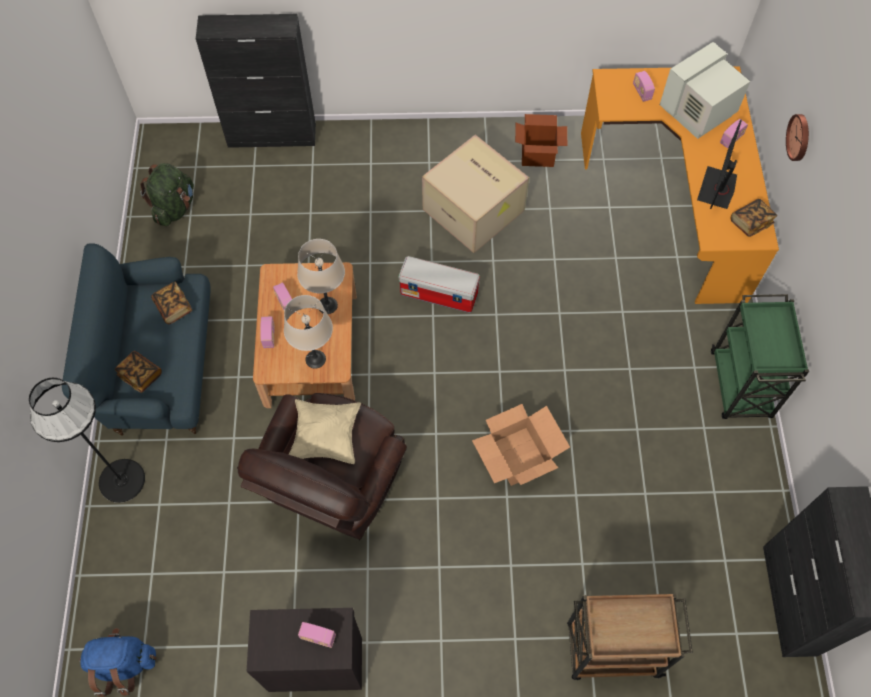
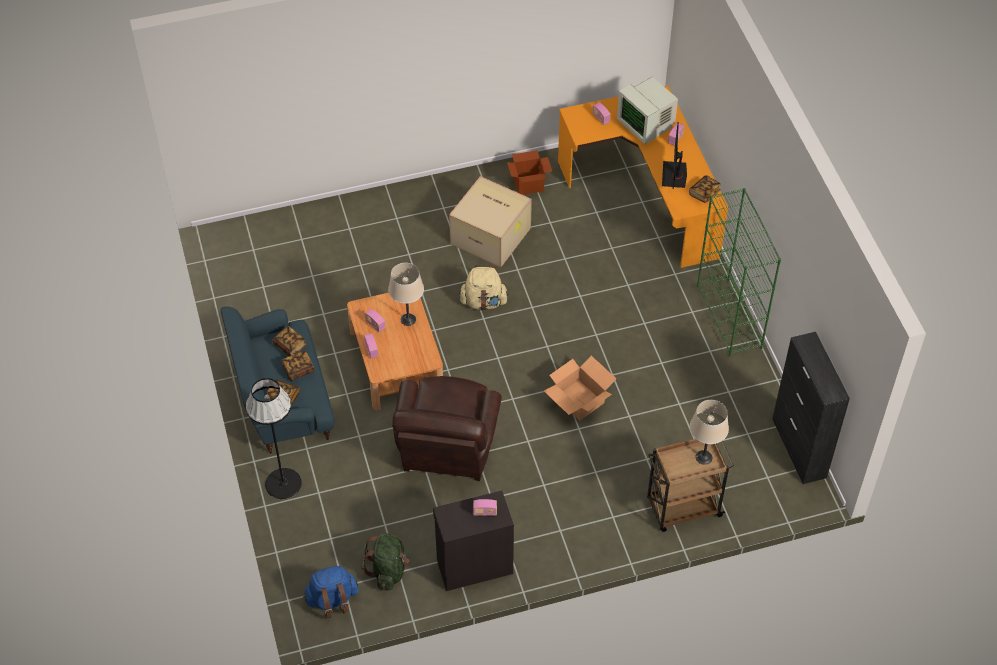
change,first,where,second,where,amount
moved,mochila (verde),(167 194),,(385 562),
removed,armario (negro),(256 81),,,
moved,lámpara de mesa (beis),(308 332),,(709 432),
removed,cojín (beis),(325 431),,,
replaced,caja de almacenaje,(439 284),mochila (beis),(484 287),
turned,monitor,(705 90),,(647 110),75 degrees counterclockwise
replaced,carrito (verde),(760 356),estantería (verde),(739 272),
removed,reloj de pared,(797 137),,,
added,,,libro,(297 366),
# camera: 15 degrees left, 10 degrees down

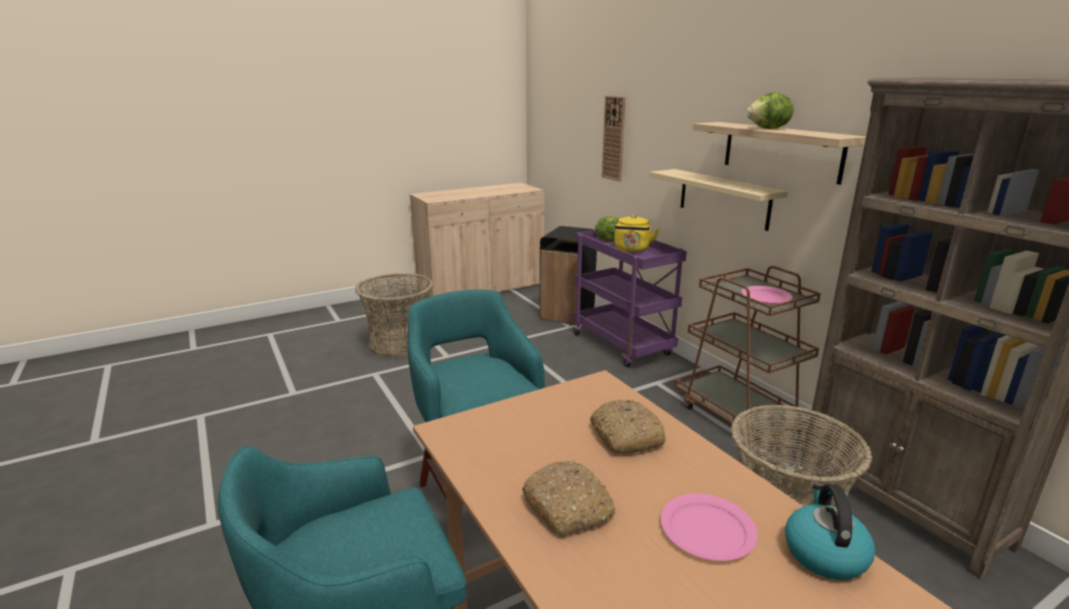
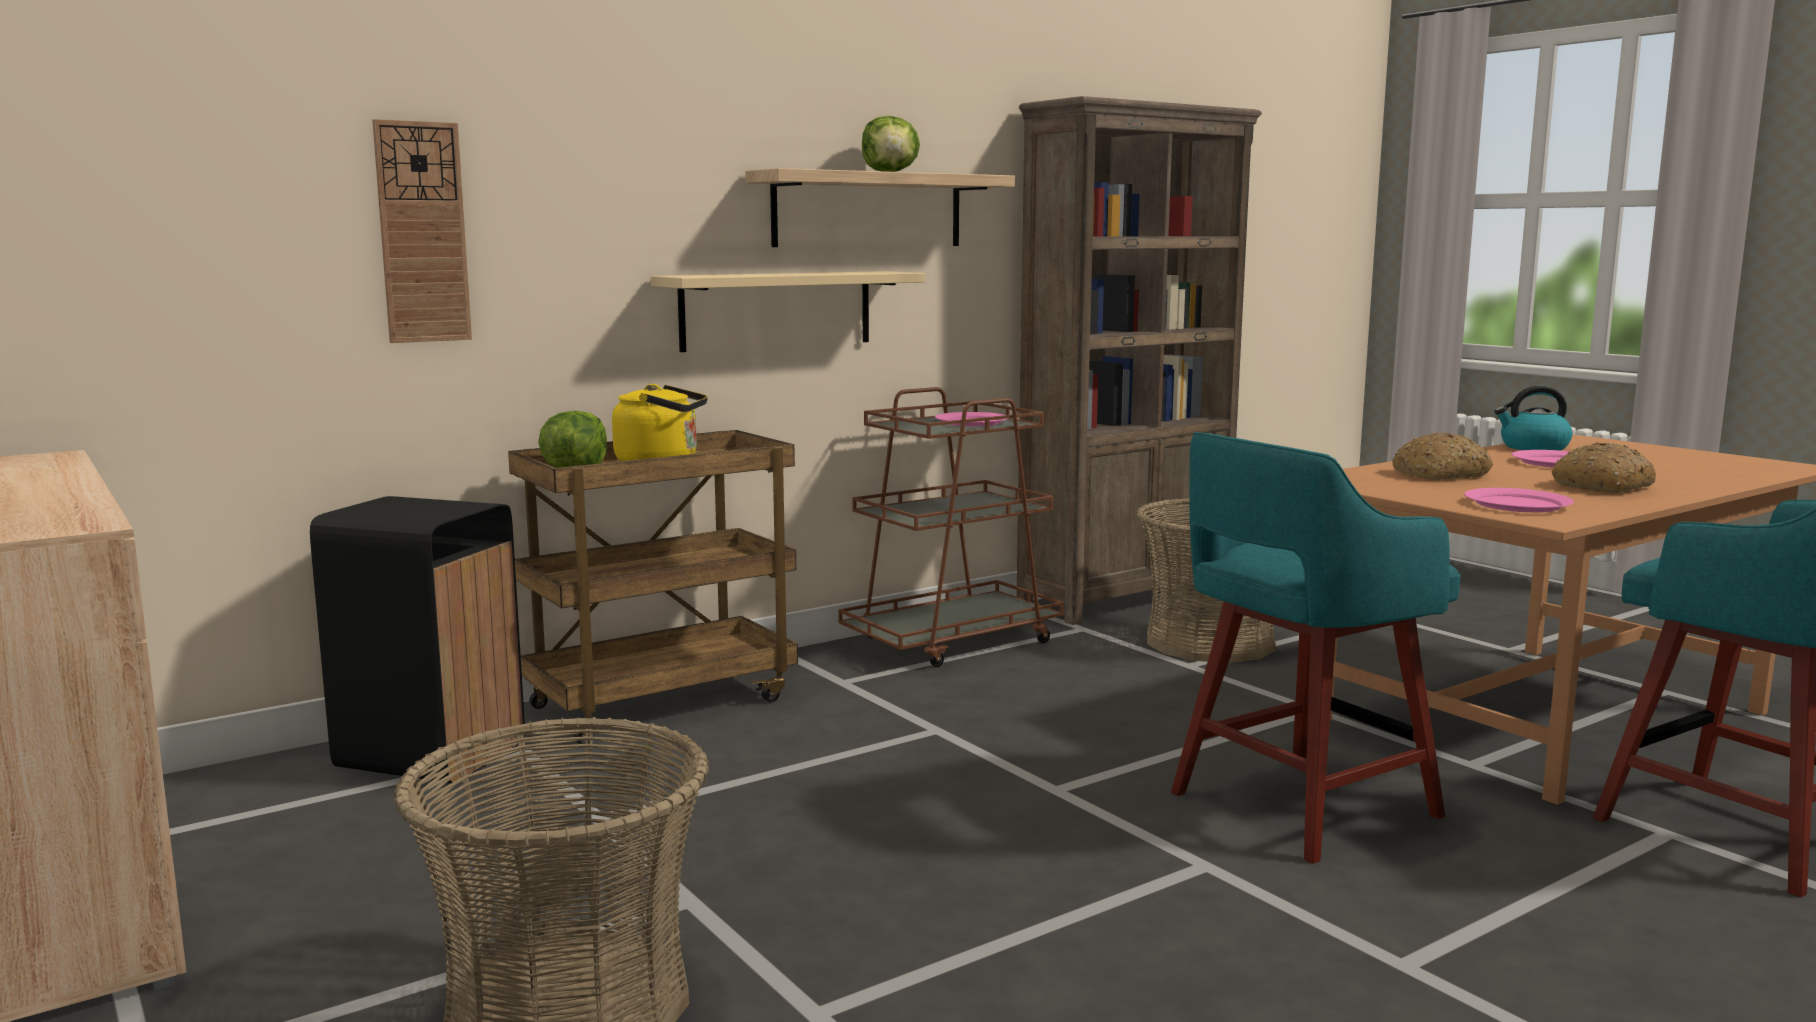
change,first,where,second,where,amount
recoloured,carrito (morado),(630 298),carrito (marrón),(653 587),
added,,,plato (rosa),(1519 500),
# camera: 95 degrees left, 10 degrees down

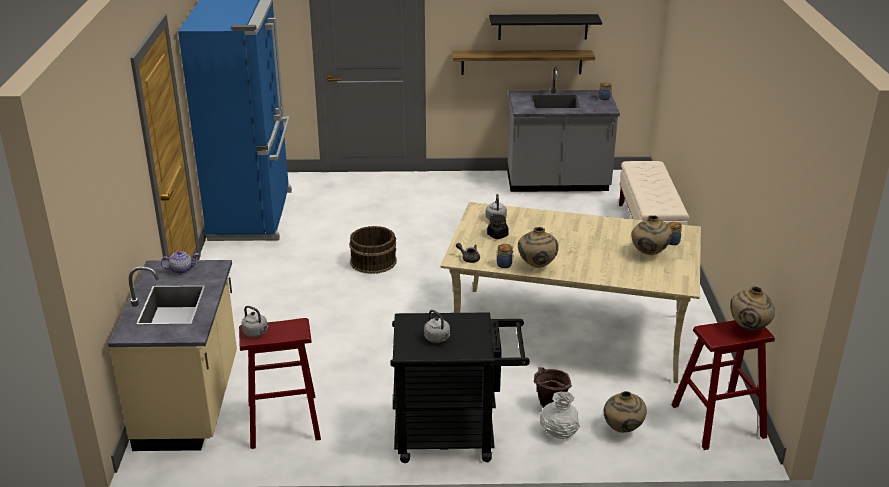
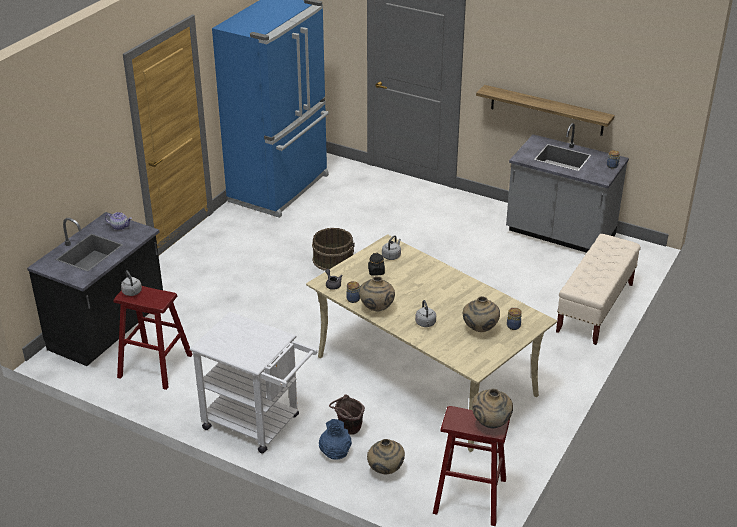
change,first,where,second,where,amount
recoloured,mueble bajo de cocina (beis),(172 355),mueble bajo de cocina (negro),(95 289),
recoloured,carrito (negro),(460 388),carrito (blanco),(253 382),
moved,hervidor (gris),(437 326),,(425 313),
removed,estante (negro),(545 27),,,
recoloured,florero (blanco),(560 415),florero (azul),(335 439),
# camera: 30 degrees right, 5 degrees up

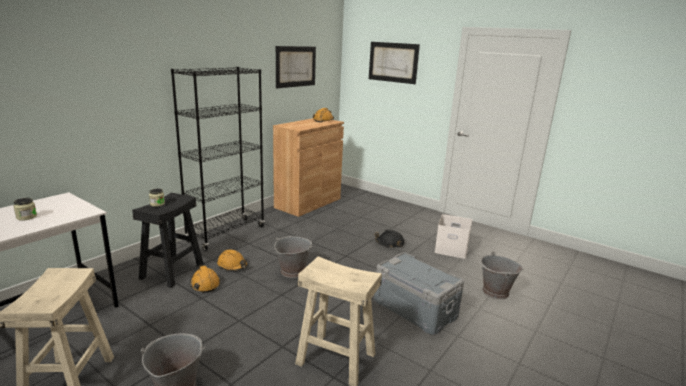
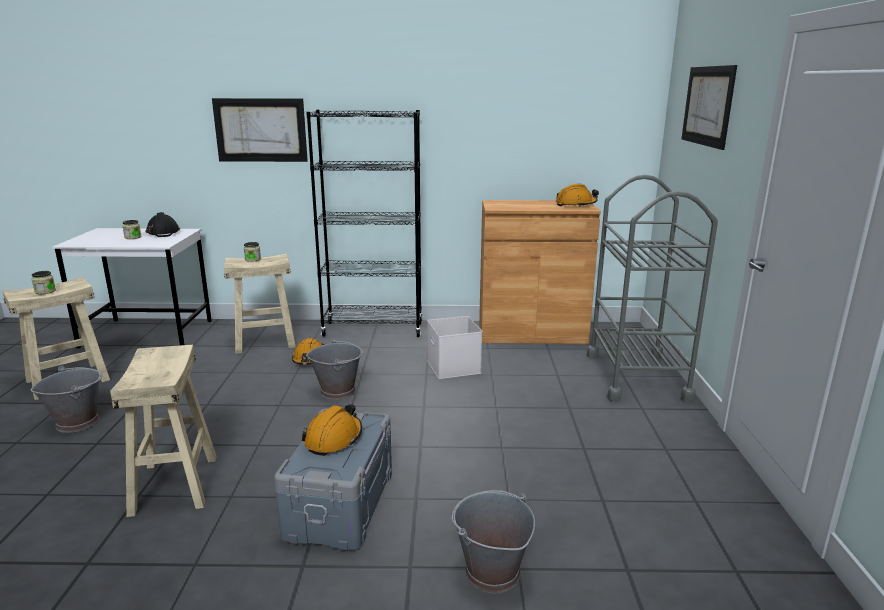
change,first,where,second,where,amount
recoloured,taburete (negro),(168 240),taburete (beis),(260 303),
moved,casco (naranja),(205 279),,(332 430),
moved,cuadro,(296 67),,(260 130),
moved,casco (negro),(389 239),,(162 224),
moved,caja de almacenaje (blanco),(453 236),,(455 347),
added,,,tarro,(43 282),
added,,,carrito (gris),(652 288),
# camera: 55 degrees right, 0 degrees up

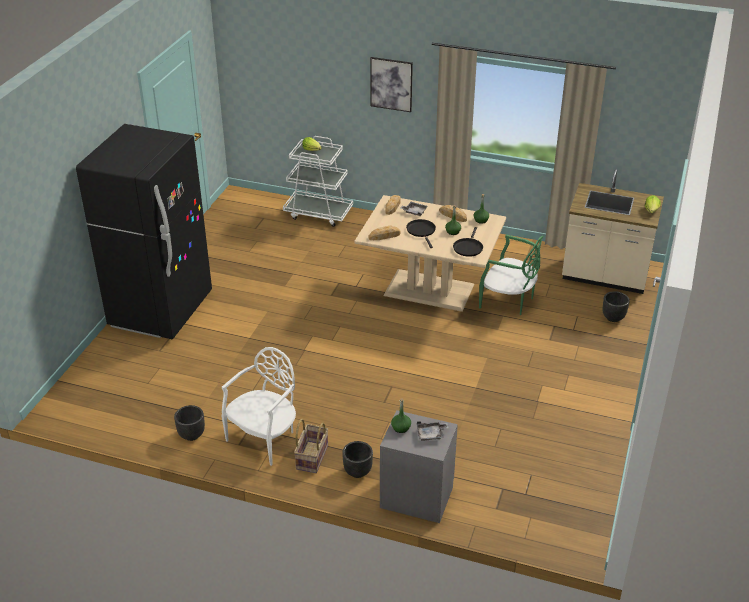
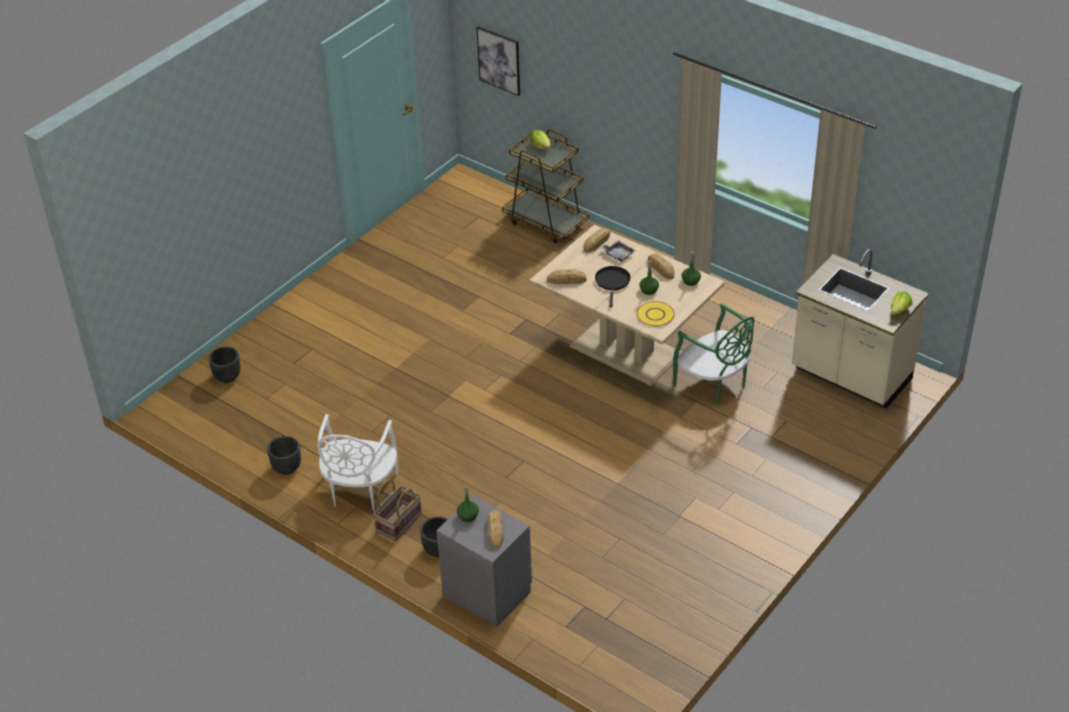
change,first,where,second,where,amount
removed,nevera (negro),(144 231),,,
turned,silla (blanco),(259 406),,(357 462),135 degrees clockwise
recoloured,carrito (blanco),(318 181),carrito (marrón),(545 186),
moved,cuadro,(391 84),,(498 61),
replaced,bandeja (gris),(433 431),pan,(496 529),
replaced,sartén (negro),(468 242),plato (amarillo),(655 313),
moved,maceta (negro),(616 306),,(224 364),
# camera: 20 degrees right, 5 degrees up

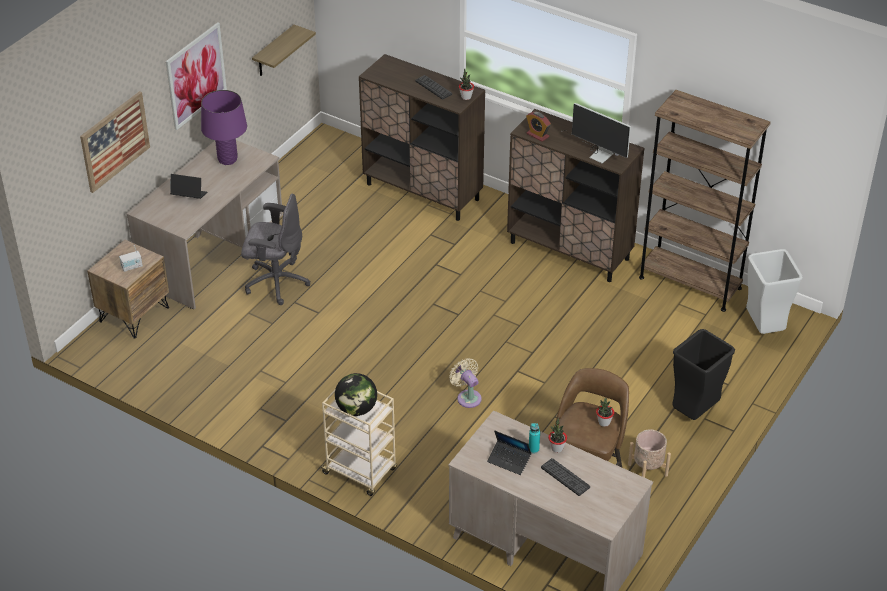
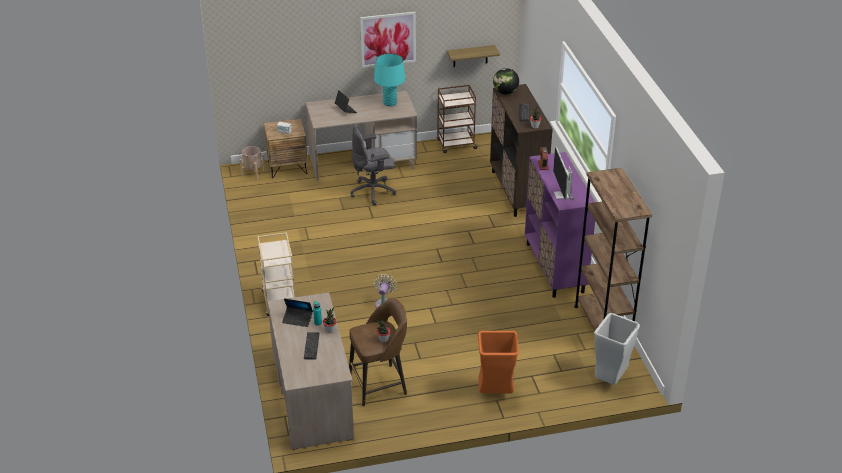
change,first,where,second,where,amount
removed,cuadro,(115 142),,,
recoloured,lámpara de mesa (morado),(224 127),lámpara de mesa (turquesa),(389 79),
turned,silla de oficina (gris),(276 249),,(373 165),105 degrees clockwise
moved,globo terráqueo,(356 394),,(506 81),
turned,portátil,(509 452),,(297 313),60 degrees counterclockwise
recoloured,armario (marrón),(576 195),armario (morado),(560 225),
moved,maceta (beis),(649 454),,(253 163),
recoloured,papelera (negro),(703 374),papelera (naranja),(498 362),
added,,,carrito (marrón),(457 119),
# camera: 45 degrees right, 5 degrees down

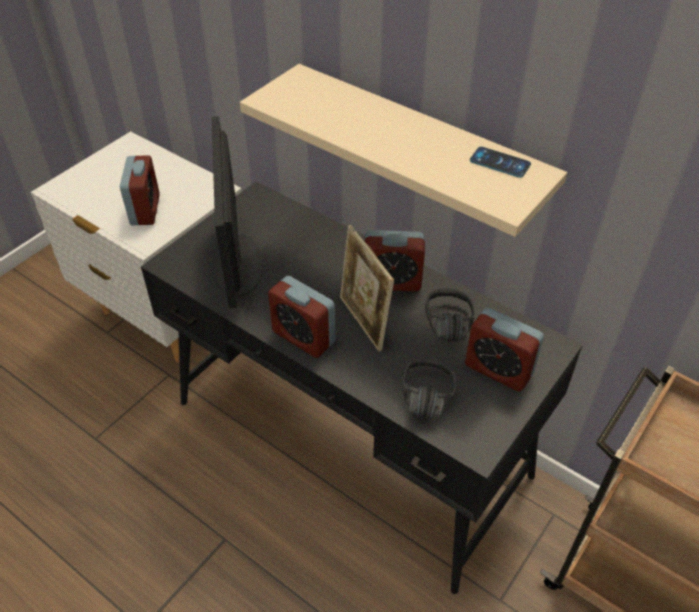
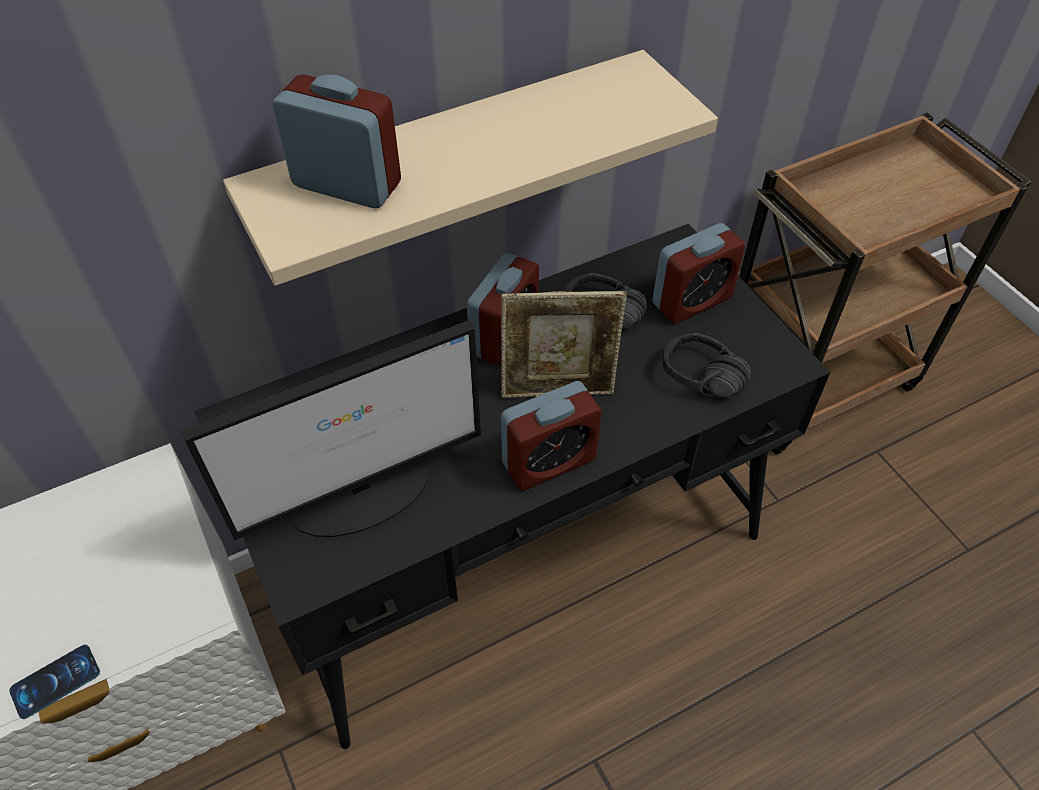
change,first,where,second,where,amount
moved,despertador,(140 190),,(337 141),
turned,monitor,(237 212),,(331 430),45 degrees counterclockwise
moved,móvil,(500 162),,(54 682),
# camera: 65 degrees left, 5 degrees up

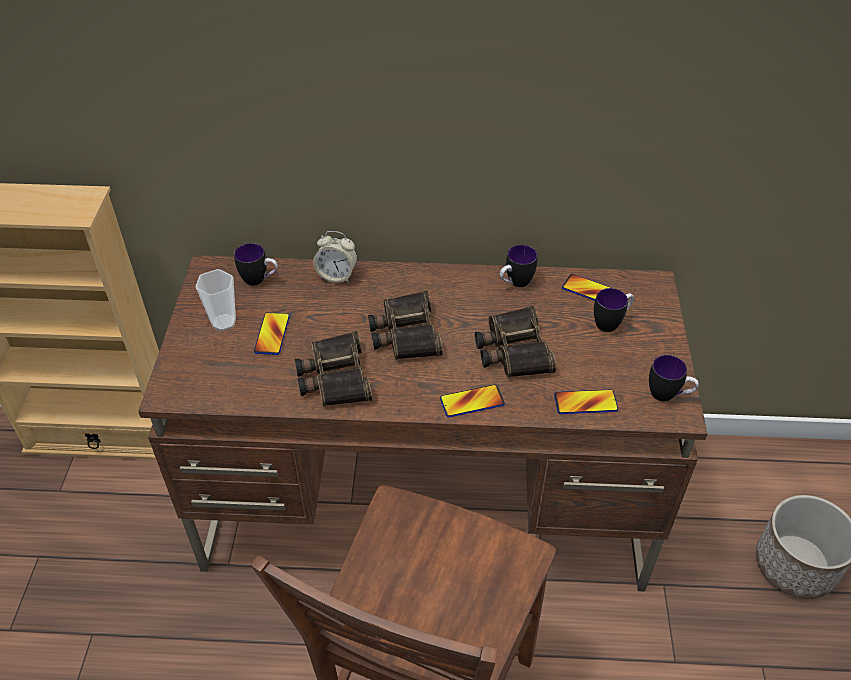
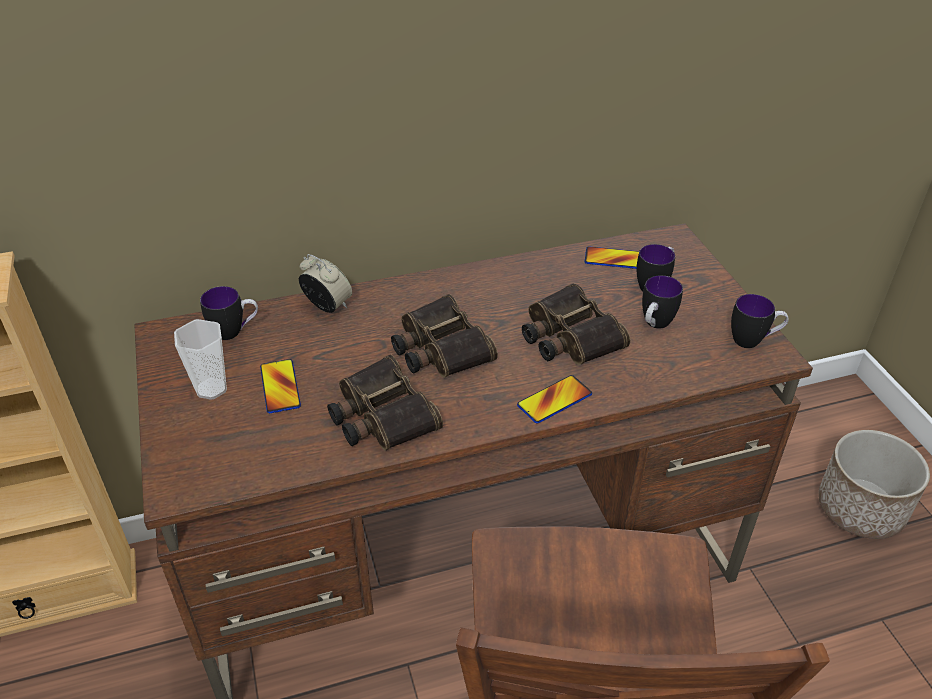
change,first,where,second,where,amount
turned,despertador,(335 257),,(325 283),135 degrees counterclockwise
moved,taza grande,(518 266),,(662 302),
removed,móvil,(586 402),,,
# camera: 20 degrees left, 5 degrees down

